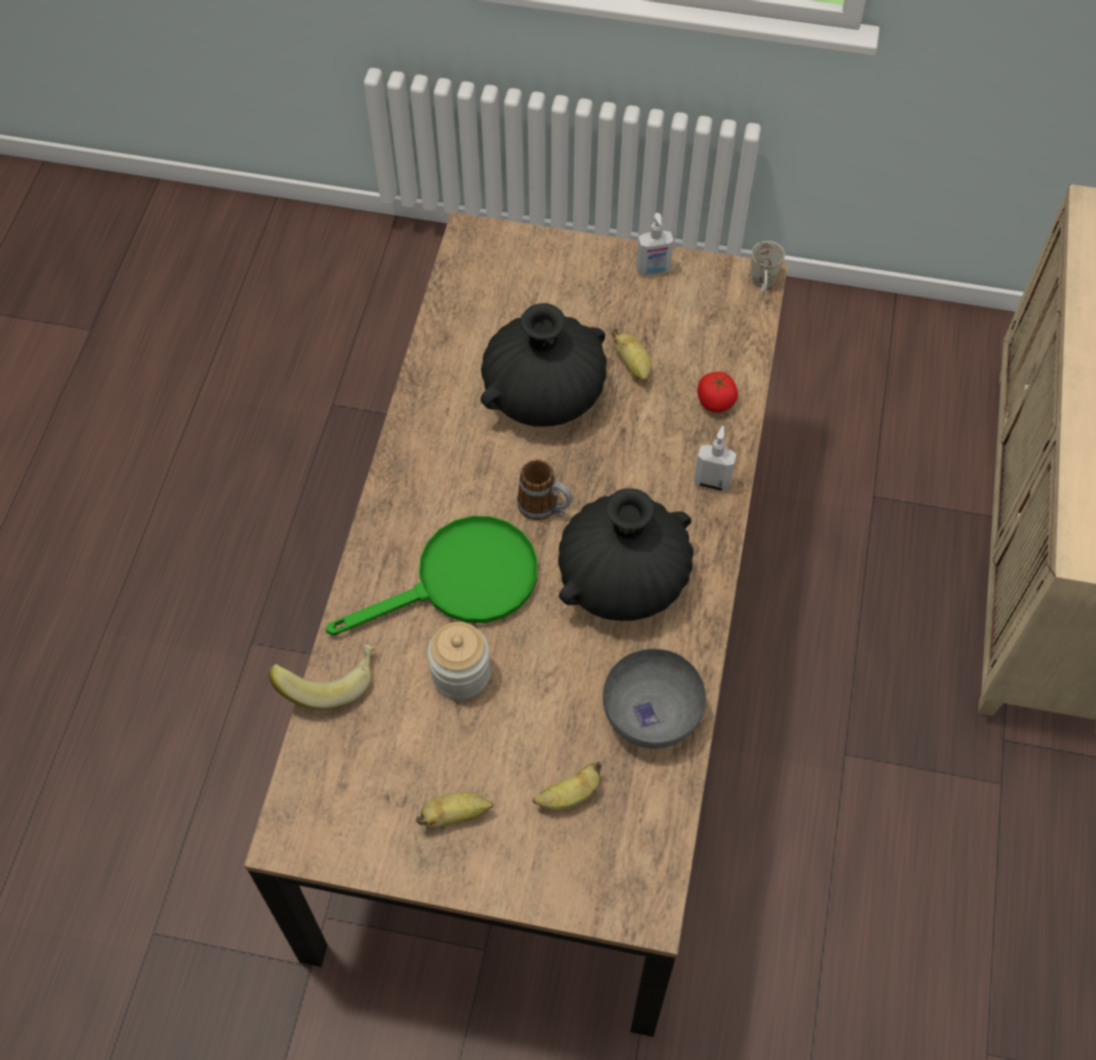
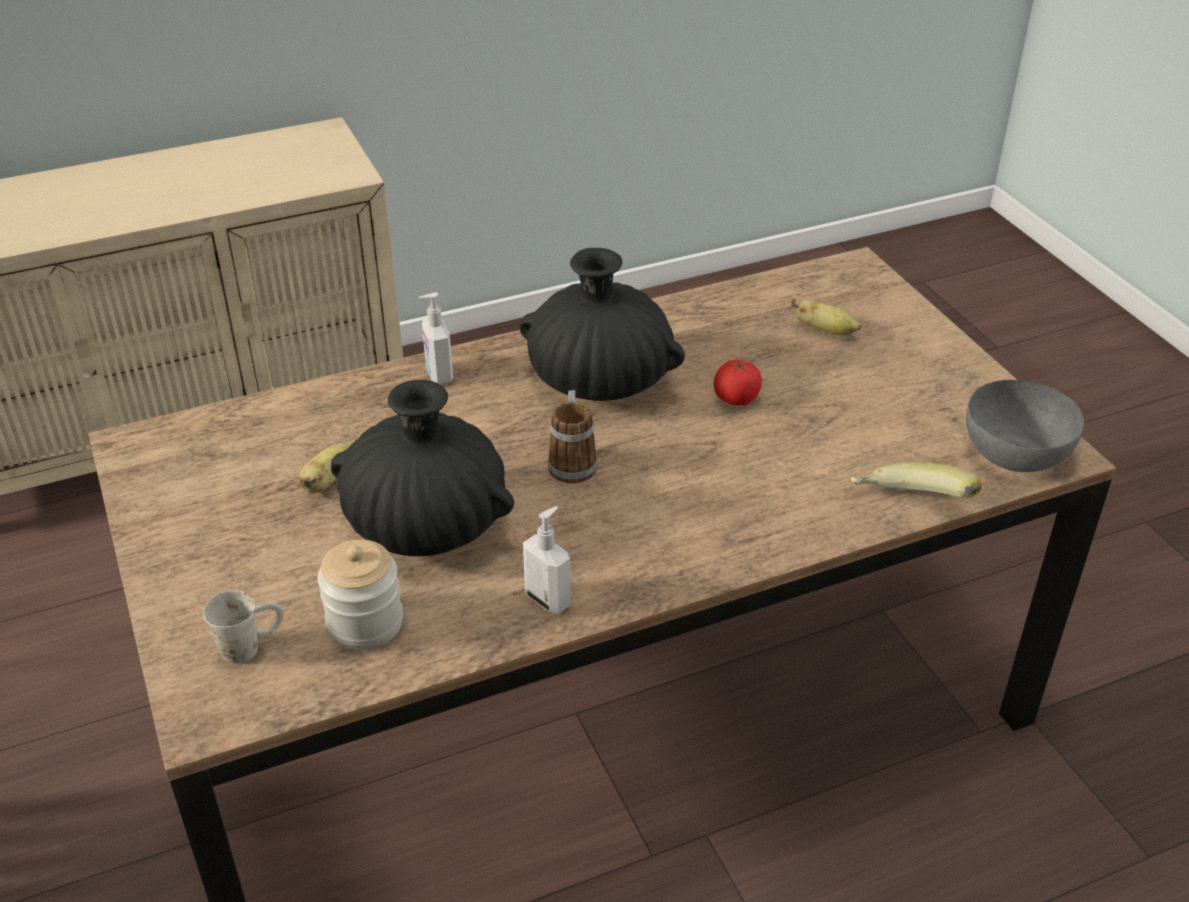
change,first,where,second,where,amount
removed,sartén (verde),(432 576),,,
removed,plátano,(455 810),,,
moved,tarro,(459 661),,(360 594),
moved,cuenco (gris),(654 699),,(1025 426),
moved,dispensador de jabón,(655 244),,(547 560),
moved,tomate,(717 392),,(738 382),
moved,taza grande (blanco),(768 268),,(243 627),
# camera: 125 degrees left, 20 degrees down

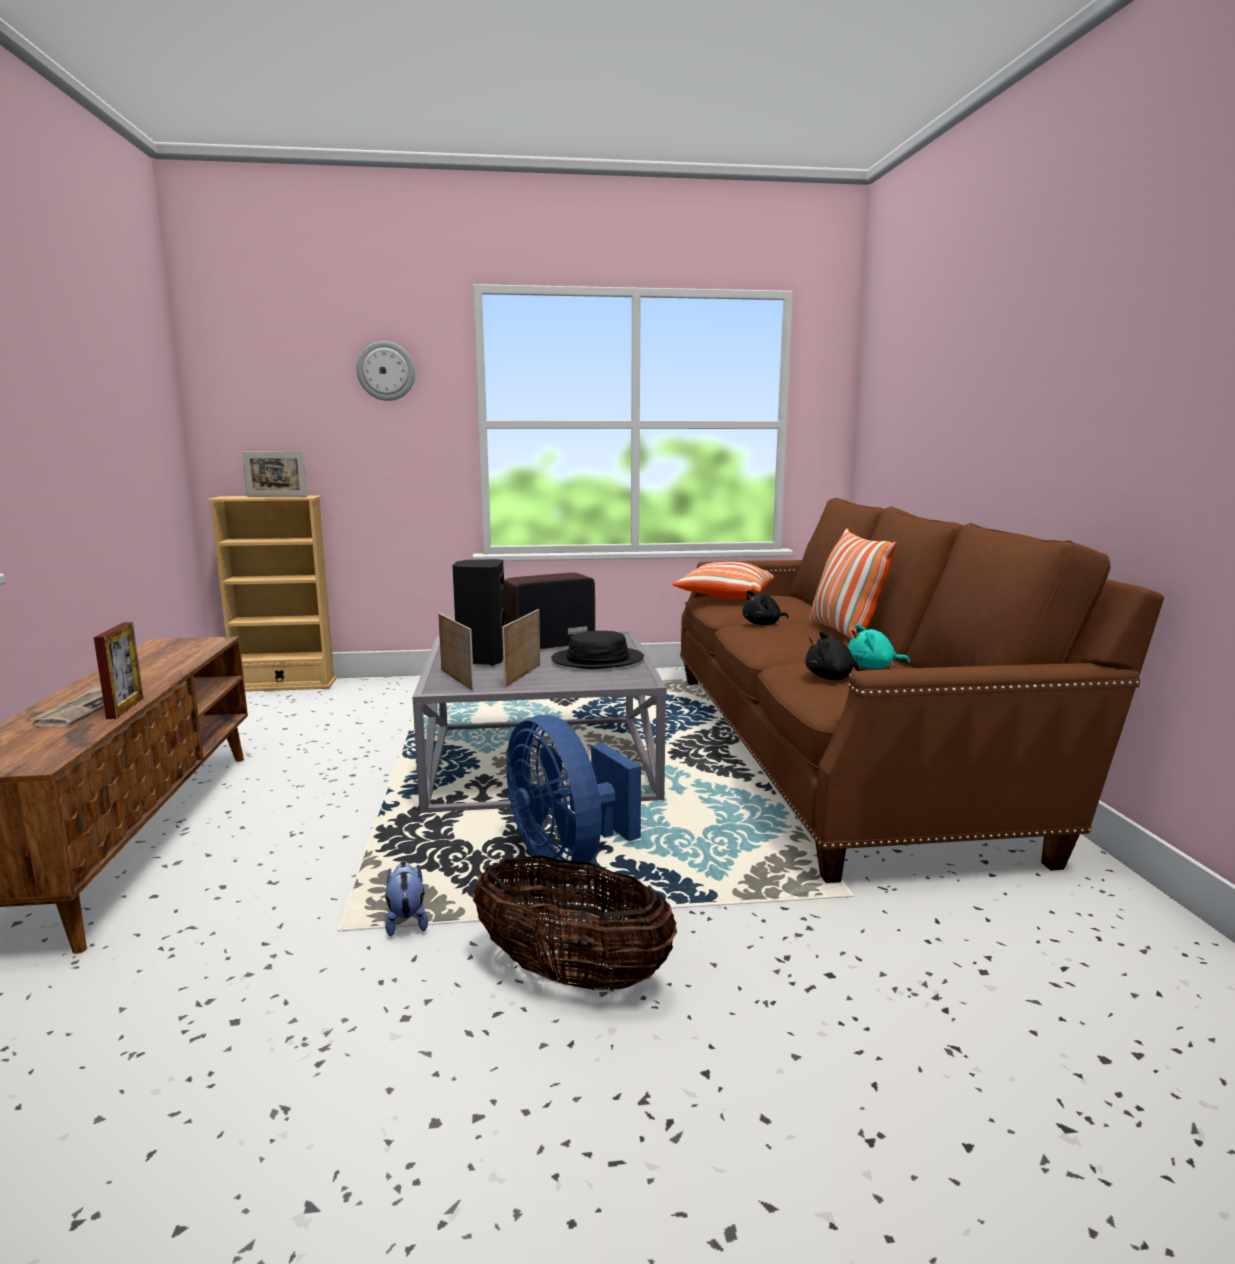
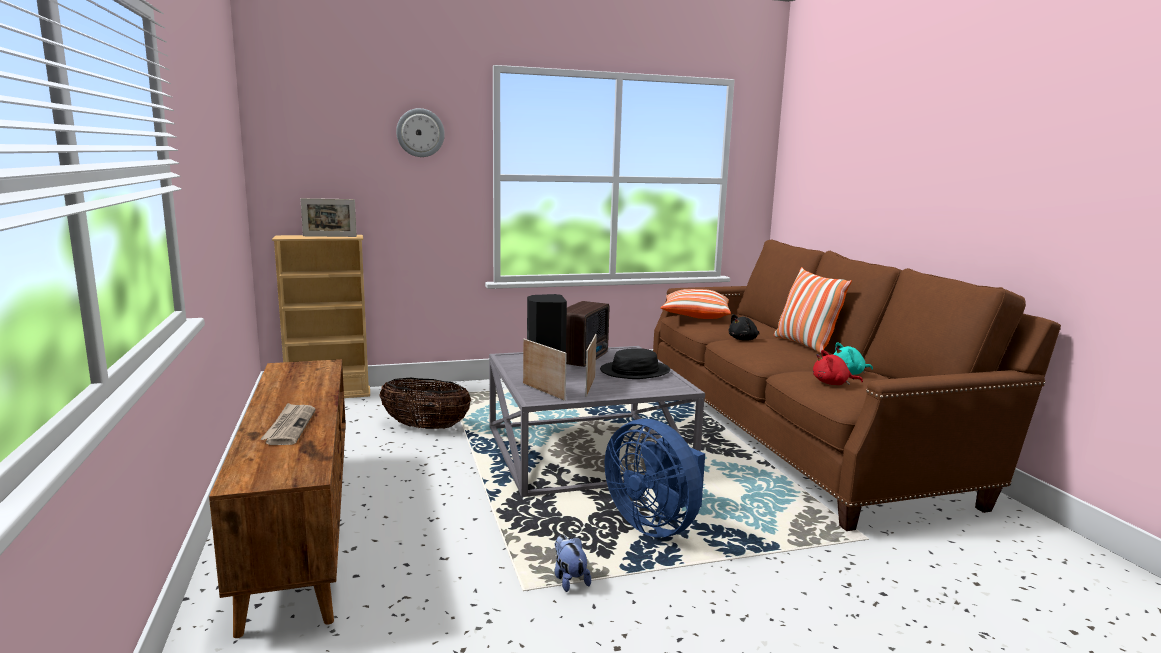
change,first,where,second,where,amount
removed,portarretratos,(118 670),,,
moved,cesta,(575 923),,(425 403),
turned,radio,(549 611),,(587 334),150 degrees clockwise
recoloured,peluche (negro),(838 655),peluche (rojo),(838 367),
# camera: 10 degrees left, 0 degrees up

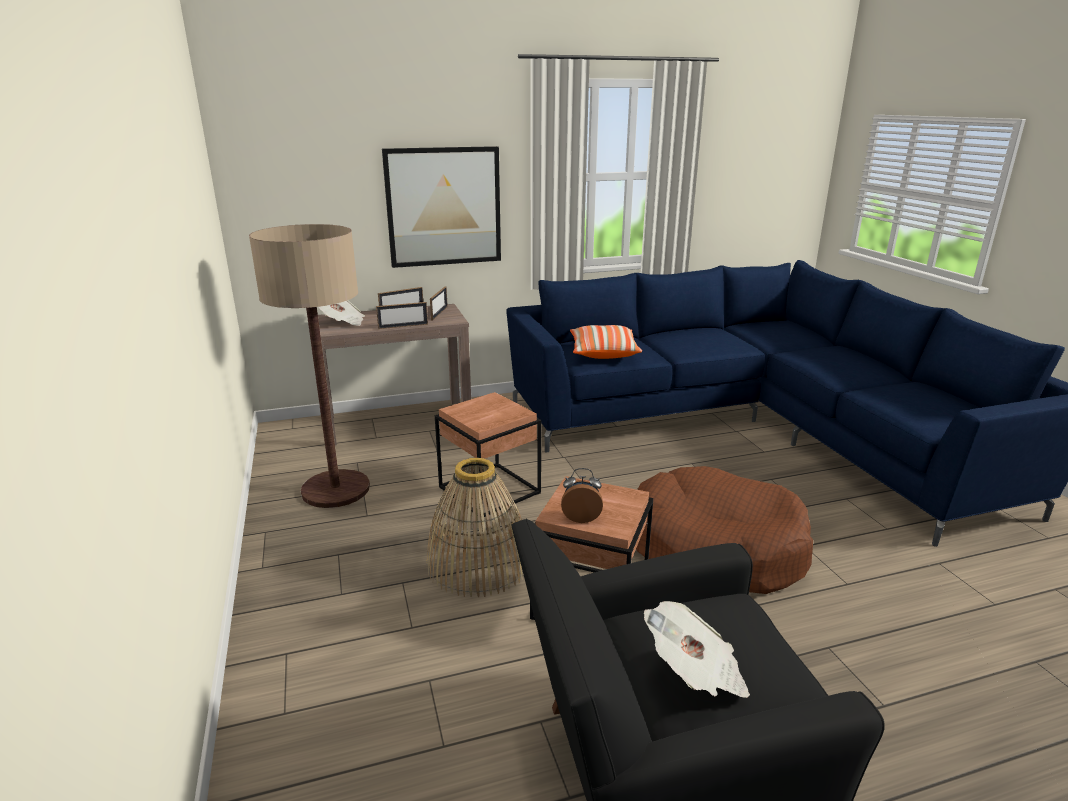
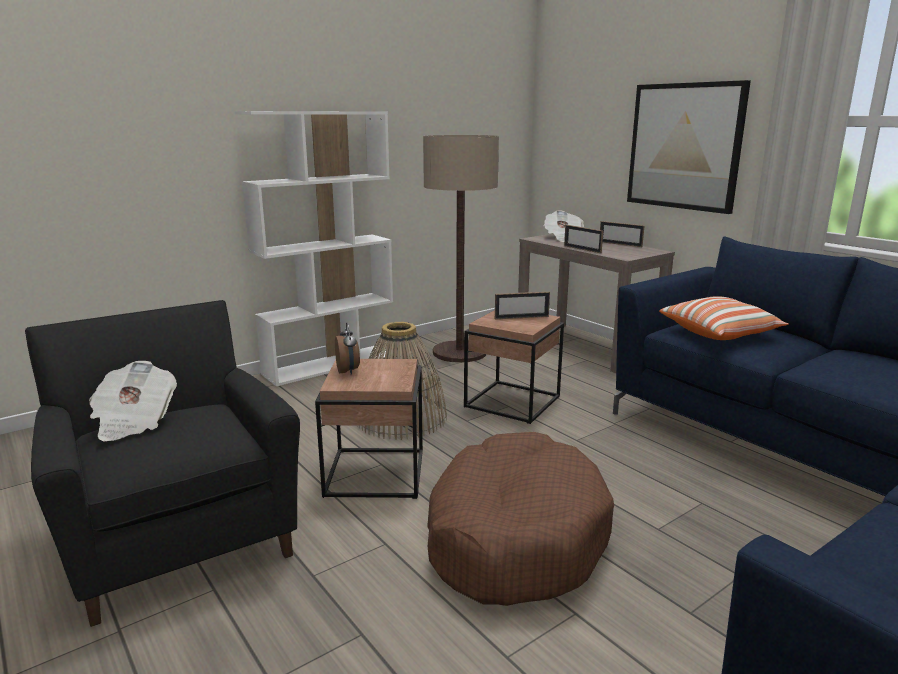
change,first,where,second,where,amount
moved,portarretratos,(439 303),,(522 305),
added,,,estantería (blanco),(314 248),
# camera: 70 degrees right, 5 degrees down

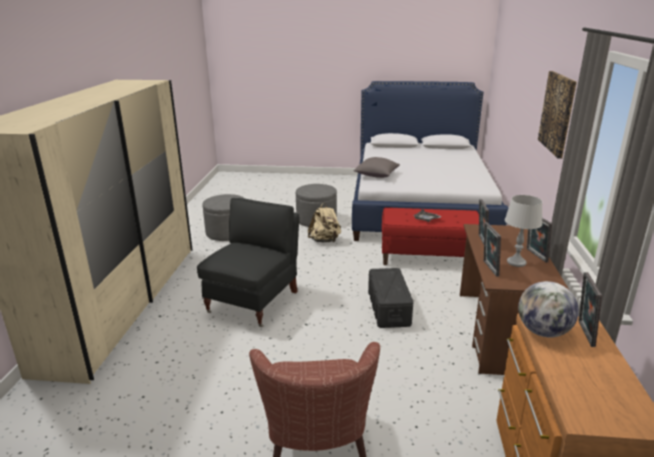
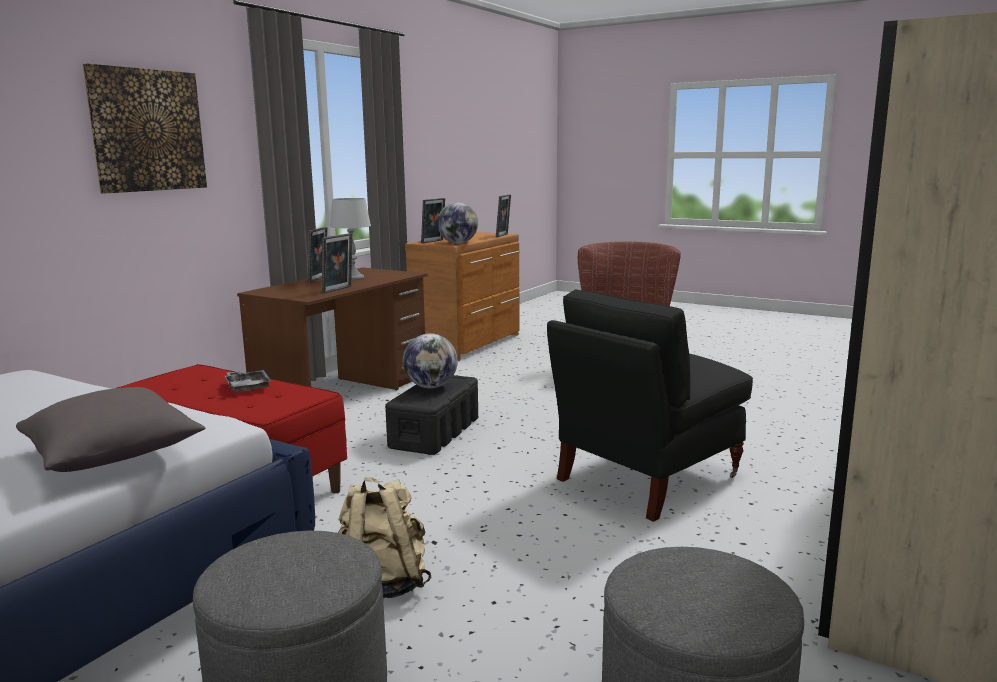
change,first,where,second,where,amount
moved,portarretratos,(492 249),,(503 215),
added,,,globo terráqueo,(430 360),
# camera: 155 degrees left, 10 degrees down

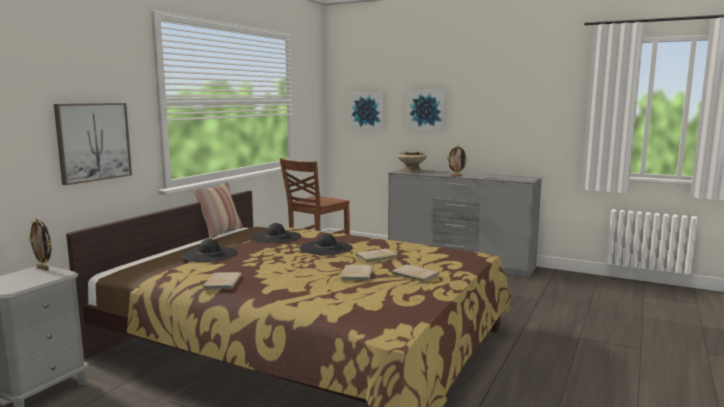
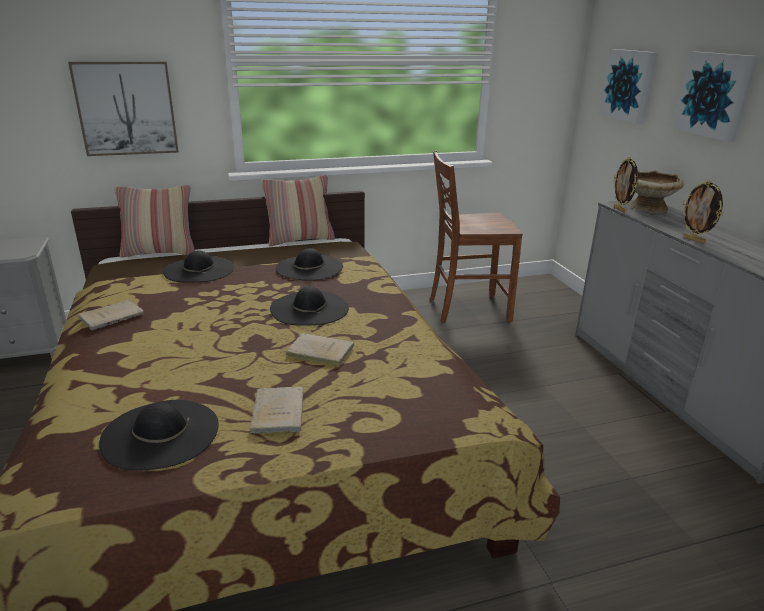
change,first,where,second,where,amount
moved,portarretratos,(40 245),,(625 185),
removed,libro (beis),(356 273),,,
added,,,sombrero (negro),(159 435),
added,,,cojín,(154 221),
# camera: 45 degrees right, 15 degrees up

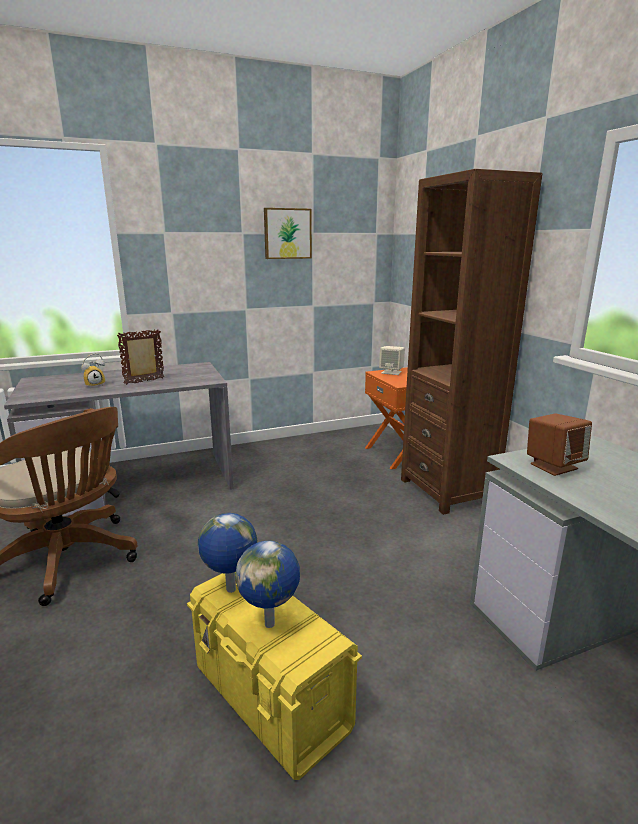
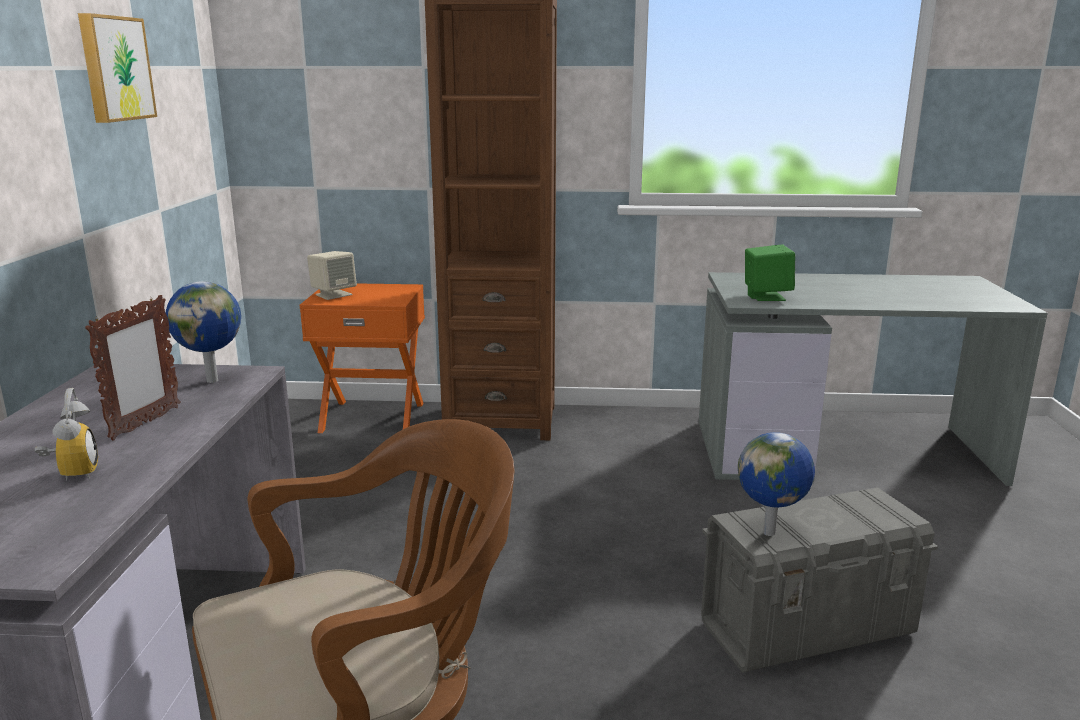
change,first,where,second,where,amount
turned,portarretratos,(140 357),,(132 368),150 degrees counterclockwise
recoloured,caja de almacenaje (amarillo),(274 676),caja de almacenaje (gris),(819 579),
moved,globo terráqueo,(267 584),,(203 332),
recoloured,altavoz (marrón),(559 444),altavoz (verde),(770 273),
# camera: 65 degrees left, 0 degrees up

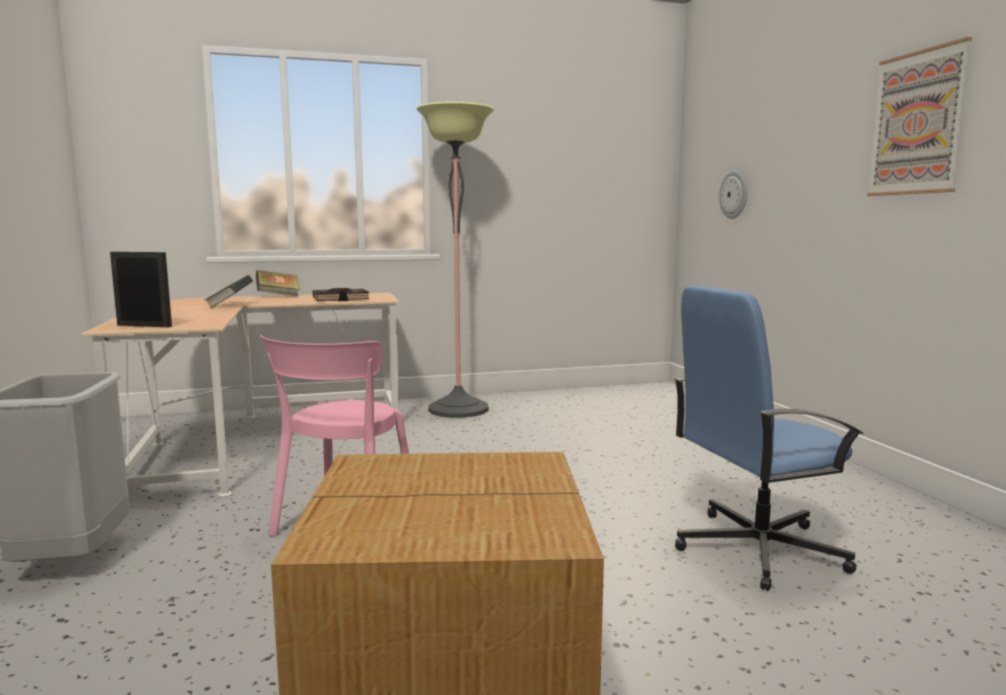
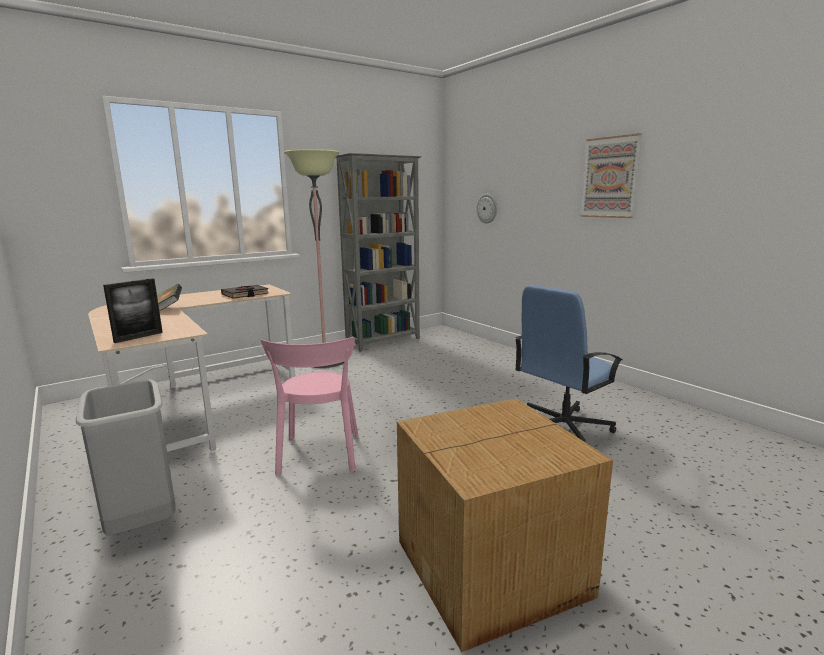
change,first,where,second,where,amount
turned,portarretratos,(141 289),,(133 310),135 degrees clockwise
removed,libro,(278 283),,,
added,,,estantería (gris),(379 252),
# camera: 20 degrees left, 5 degrees up

